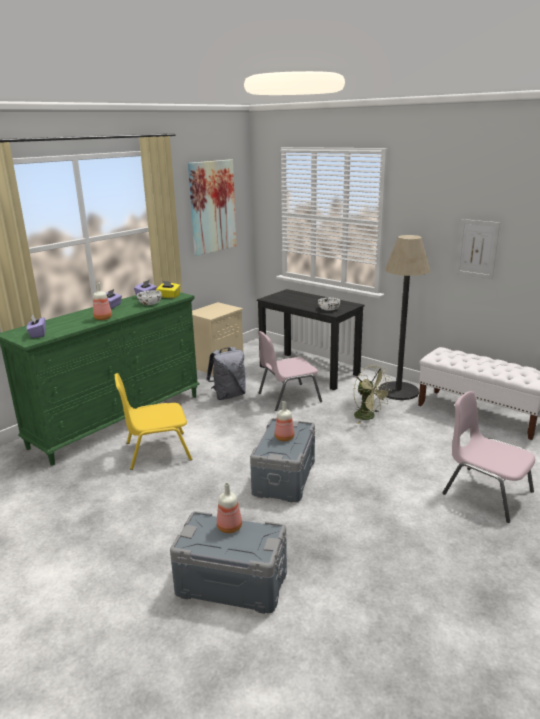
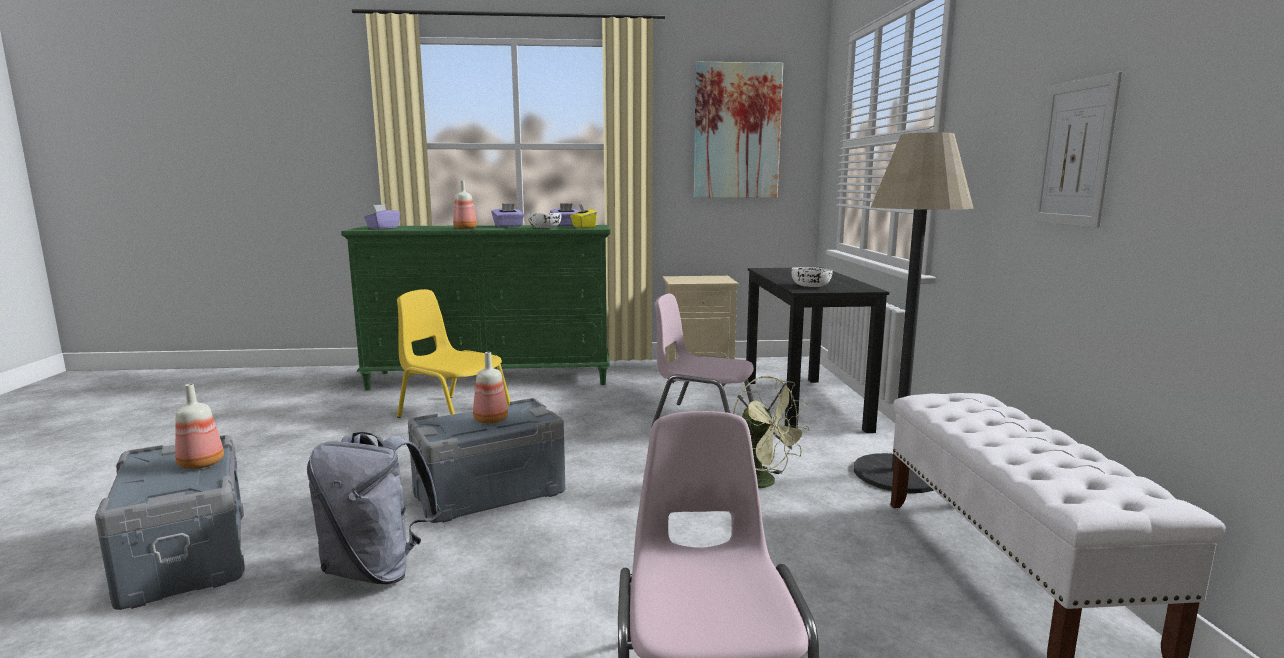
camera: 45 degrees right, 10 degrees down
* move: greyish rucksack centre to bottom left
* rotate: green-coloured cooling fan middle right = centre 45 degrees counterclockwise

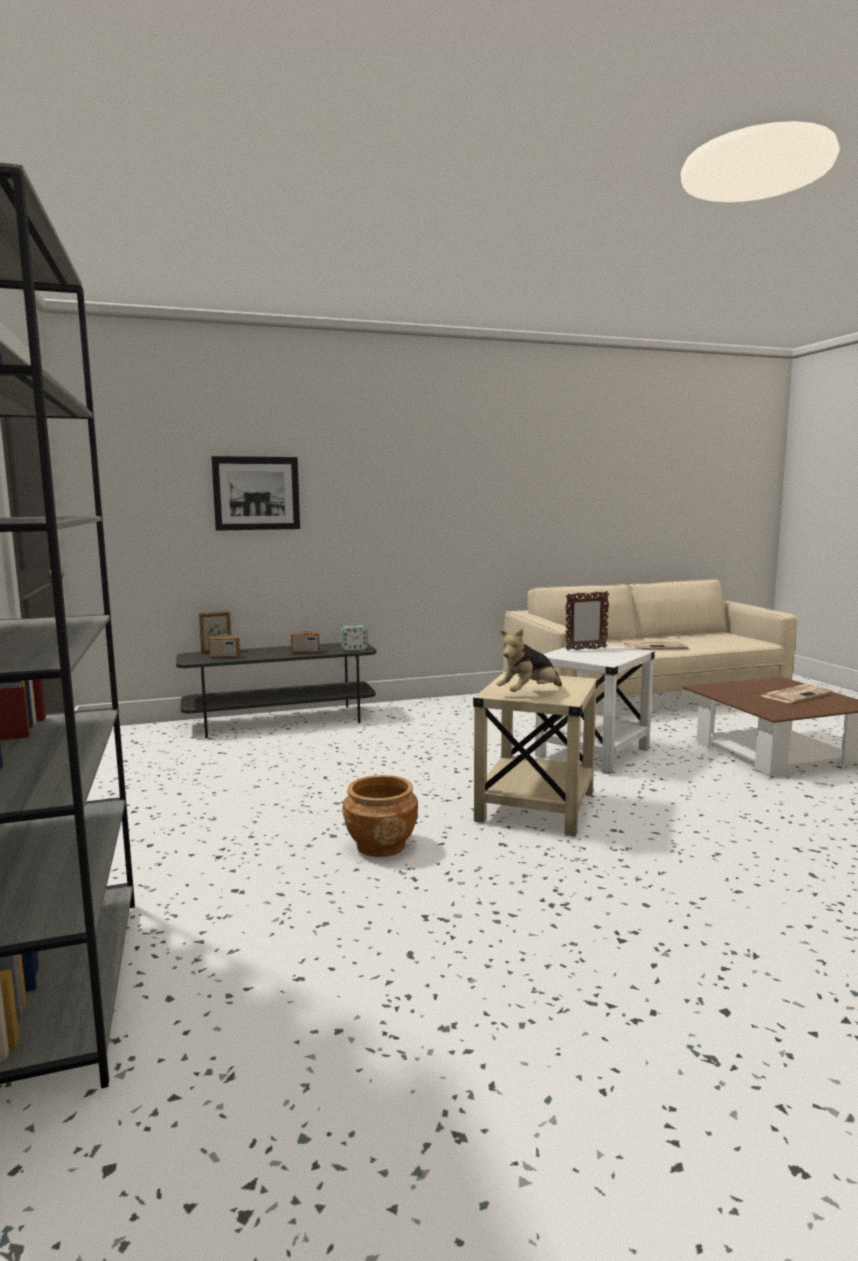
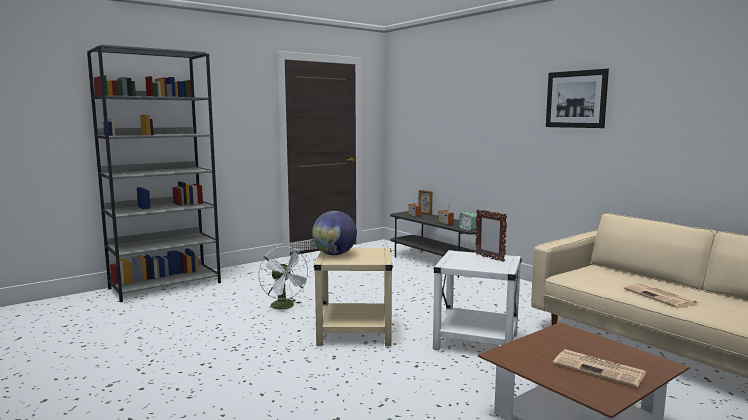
camera: 70 degrees right, 0 degrees up
* move: picture middle left to top right
* replace: cuddly toy centre to world globe centre
* replace: brown-coloured planter centre to white-coloured cooling fan centre

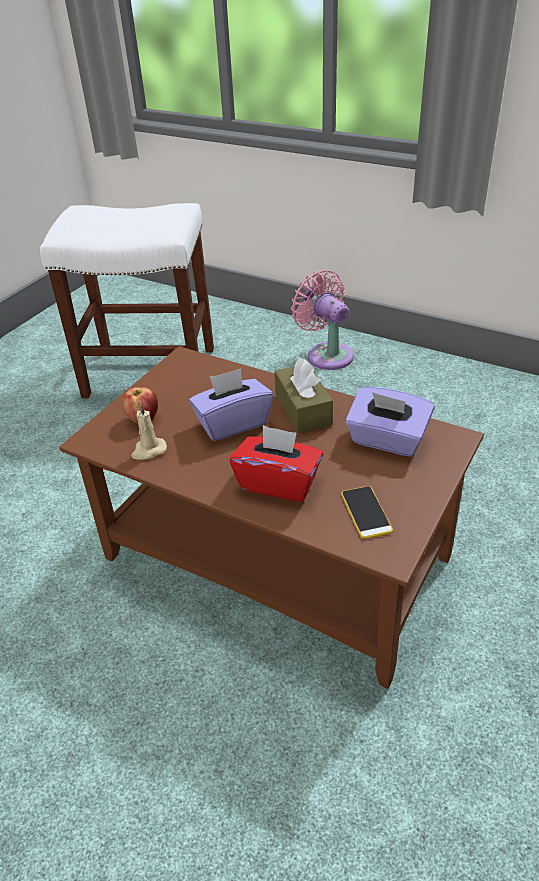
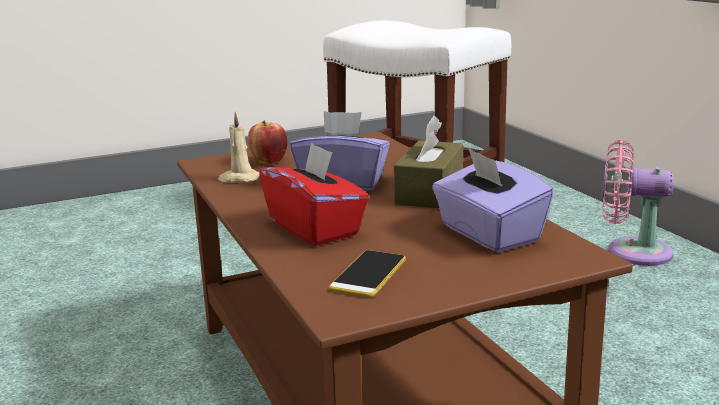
camera: 35 degrees right, 20 degrees down
* rotate: pink-coloured cooling fan centre = middle right 75 degrees counterclockwise

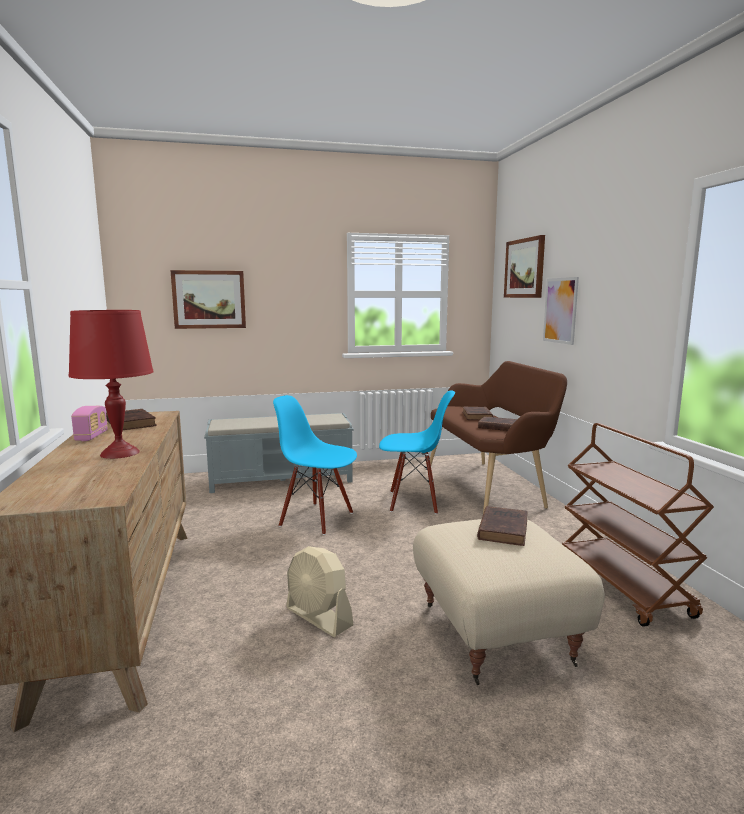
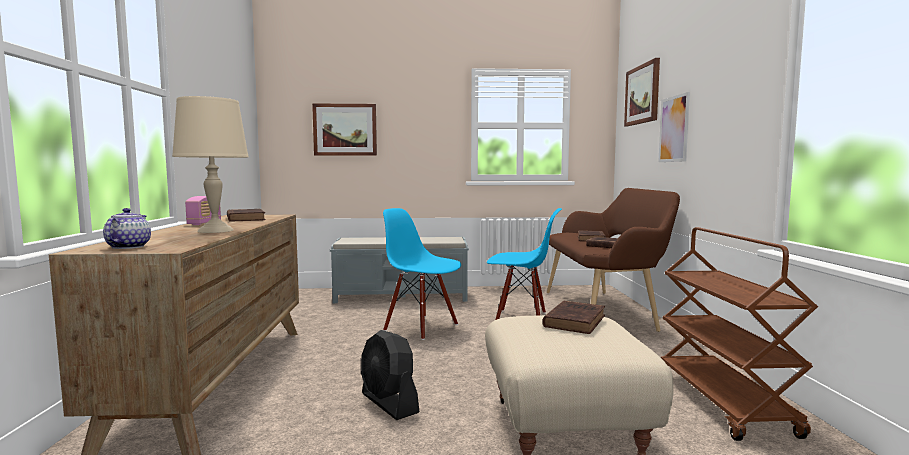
camera: 10 degrees right, 5 degrees down
* recolor: reddish table lamp middle left to beige-coloured table lamp middle left
* recolor: beige-coloured cooling fan bottom centre to black-coloured cooling fan bottom centre
* insert: teapot middle left

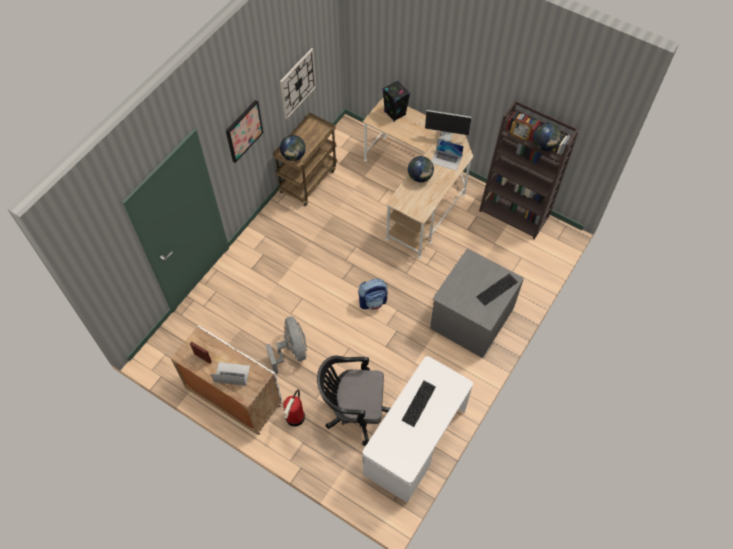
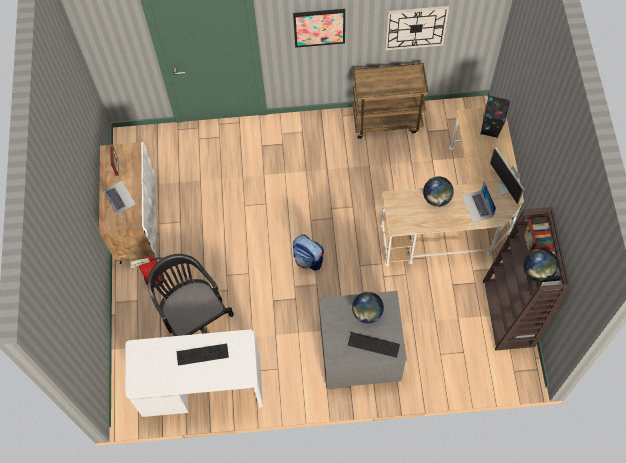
camera: 55 degrees right, 5 degrees up
* move: world globe (1st from left) top centre to centre
* delete: greyish cooling fan centre

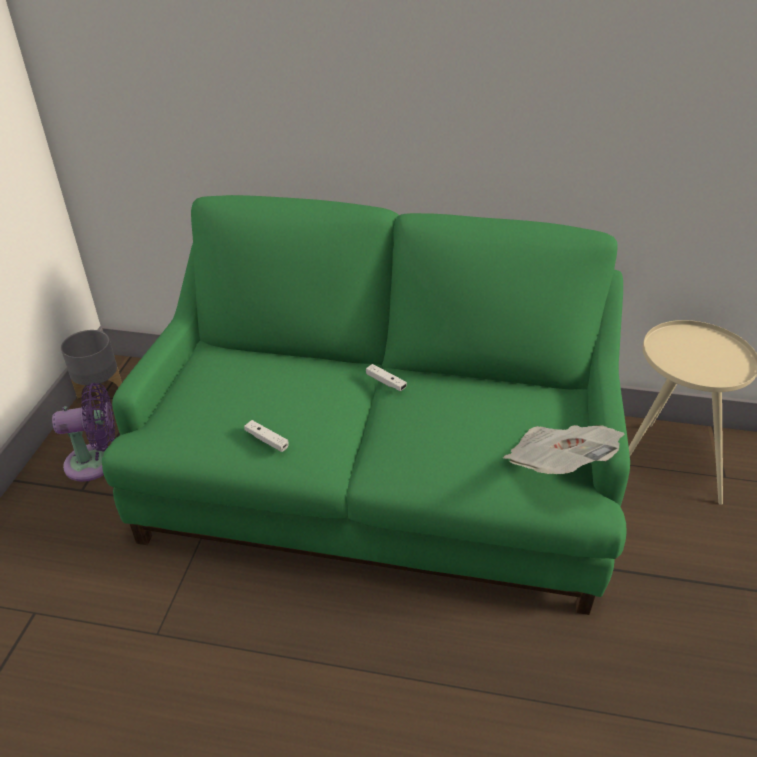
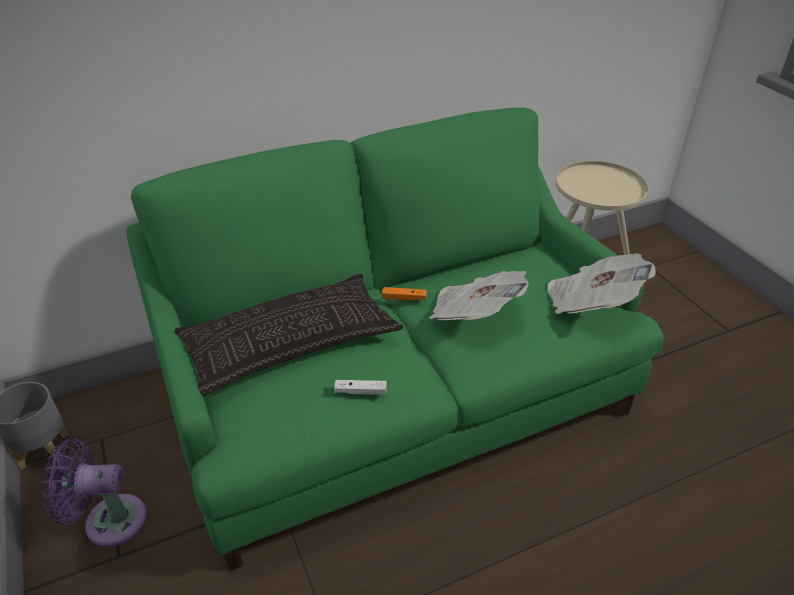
camera: 35 degrees left, 0 degrees up
* recolor: white-coloured game controller (2nd from left) centre to orange-coloured game controller centre
* rotate: purple cooling fan middle left = bottom left 135 degrees counterclockwise
* insert: printed paper (1st from left) centre
* insert: throw pillow centre

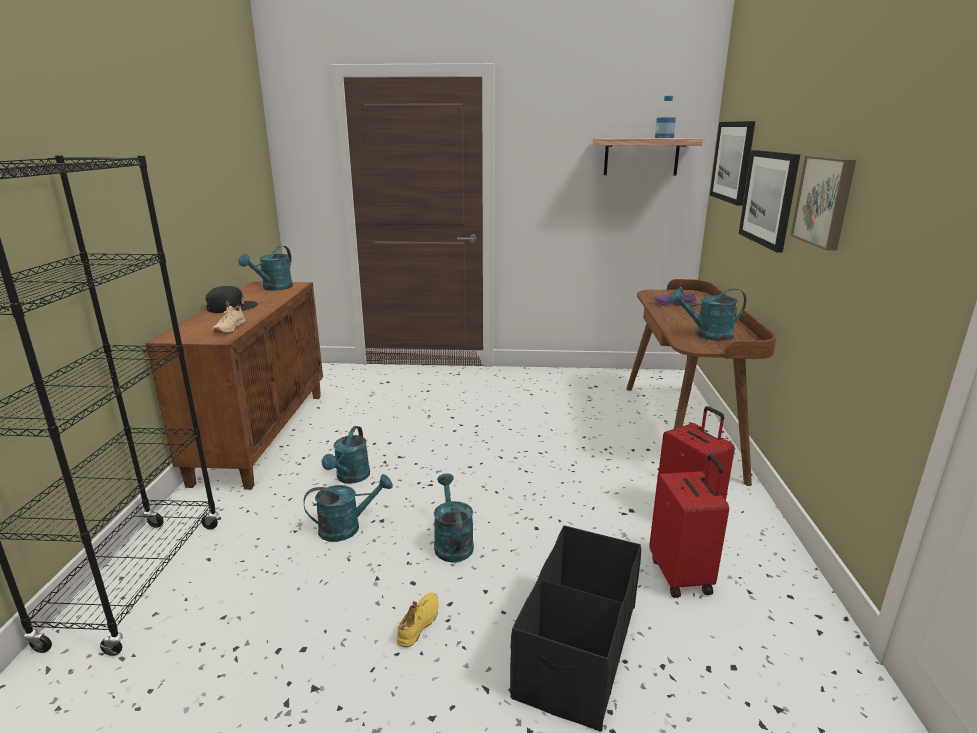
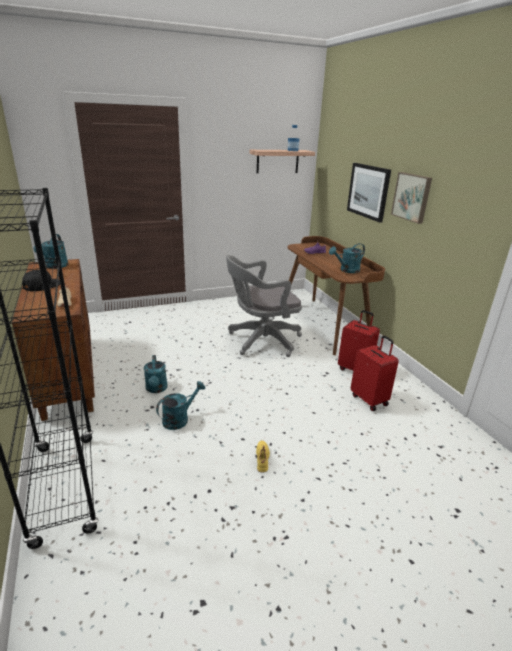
camera: 25 degrees left, 5 degrees up
* delete: picture (1st from left) top right
* delete: blue-green watering pot (4th from left) bottom centre
* delete: black-coloured storage box bottom centre
* insert: greyish computer chair centre

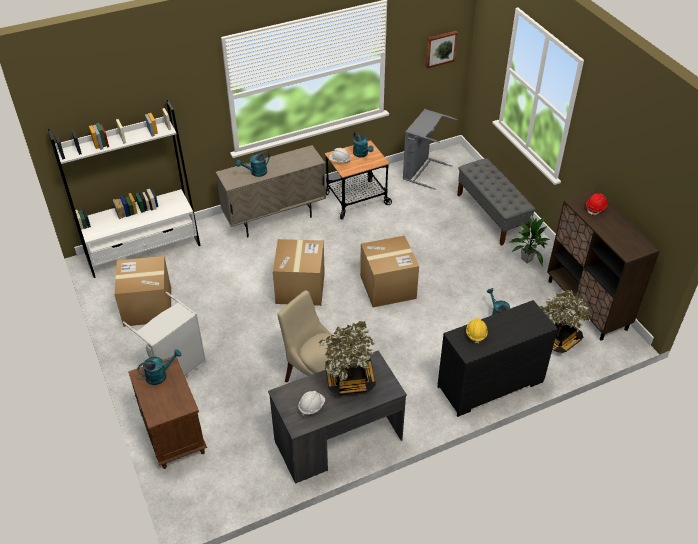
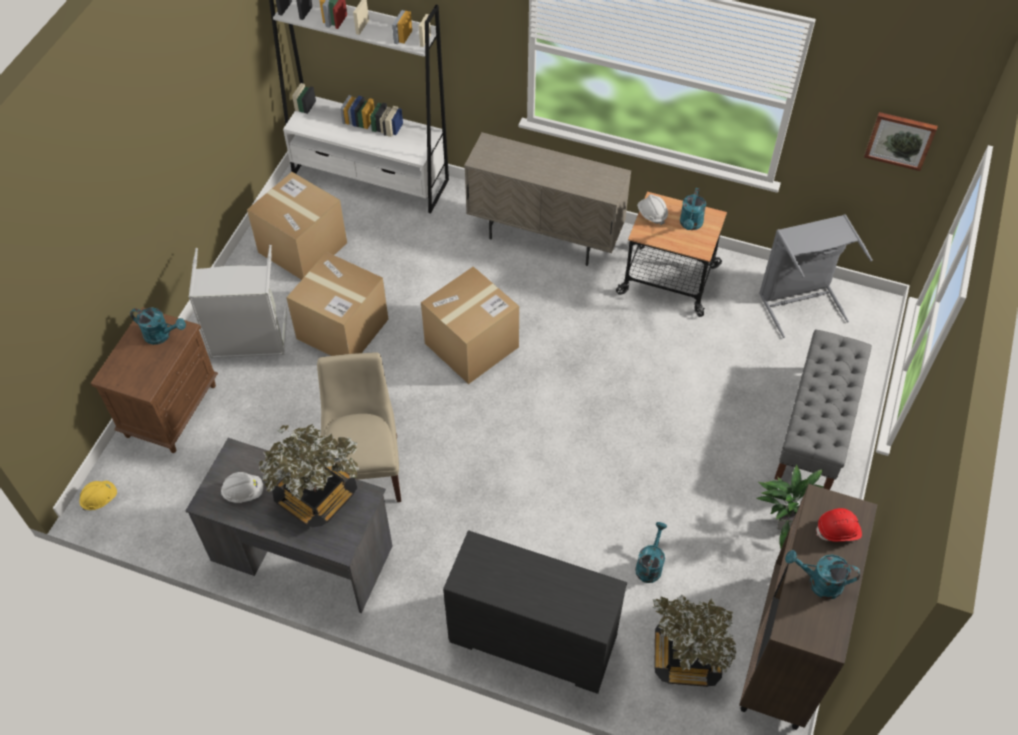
camera: 45 degrees right, 10 degrees up
* move: blue-green watering pot (2nd from left in the first image) top centre to blue-green watering pot (4th from left) bottom right
* move: packing box (3rd from left in the first image) centre to packing box (2nd from left) middle left
* move: yellowish hard hat middle right to bottom left

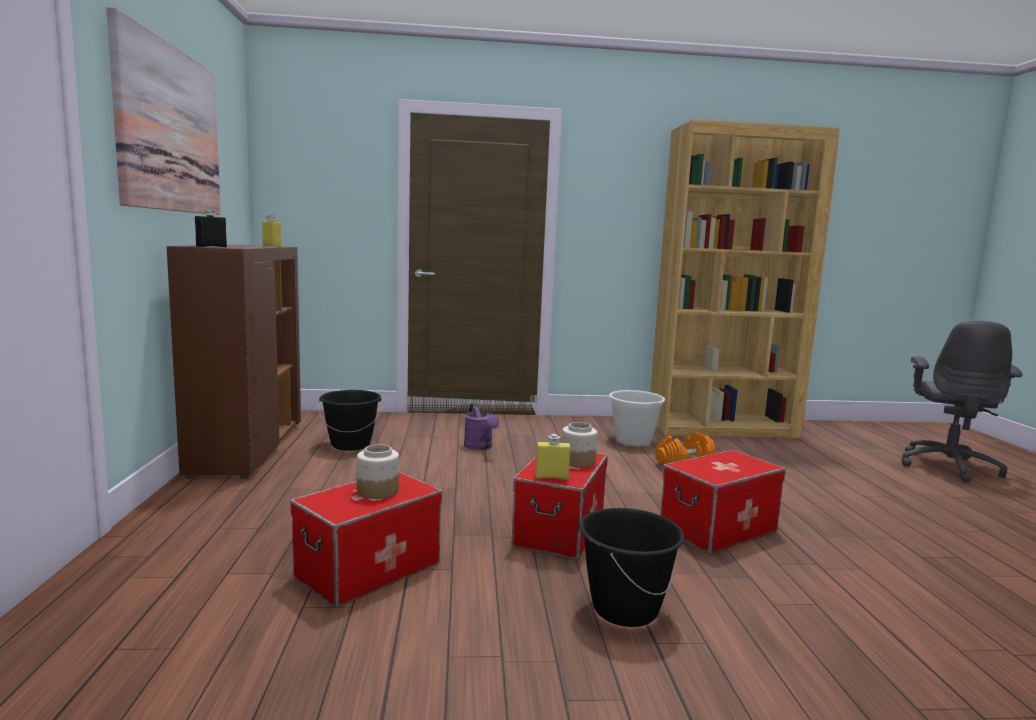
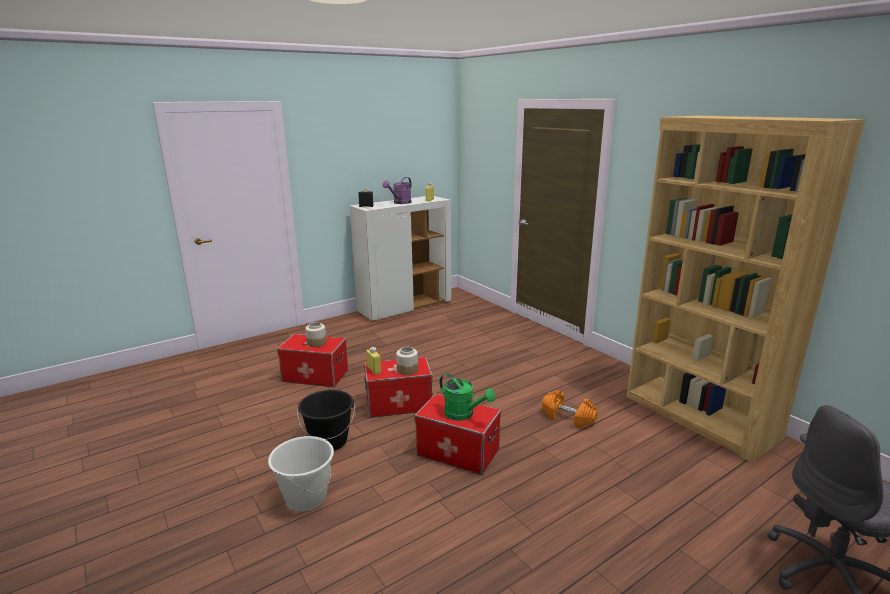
camera: 60 degrees right, 10 degrees up
* delete: picture top left
* recolor: brown-coloured storage cabinet middle left to white-coloured storage cabinet centre
* delete: black-coloured bucket (1st from left) centre
* move: white-coloured bucket centre to bottom centre
* move: purple watering pot centre to top centre
* insert: green-coloured watering pot bottom centre

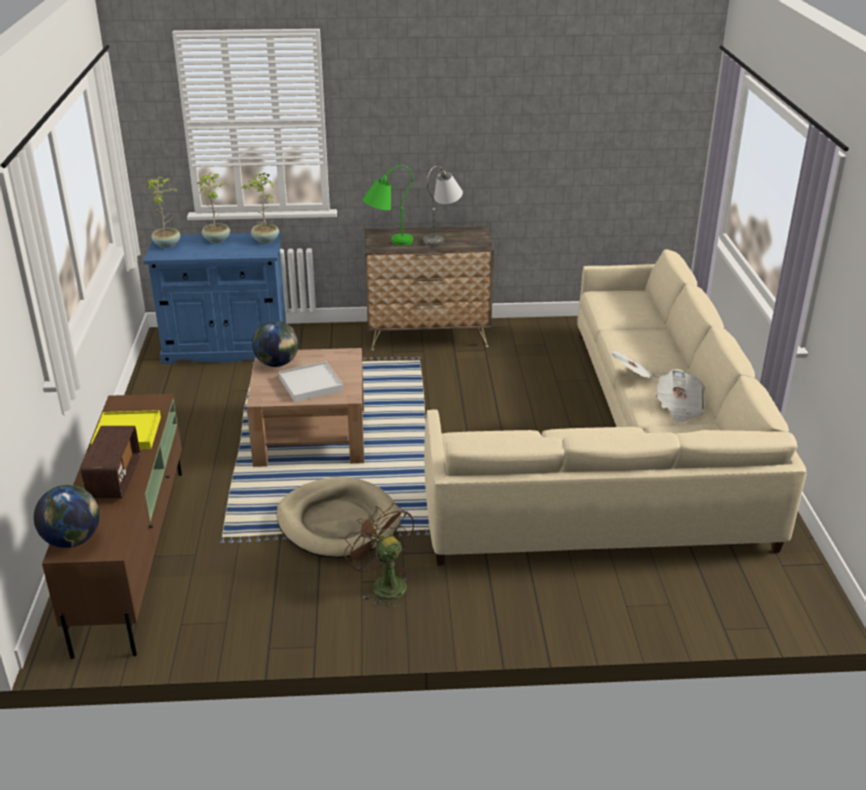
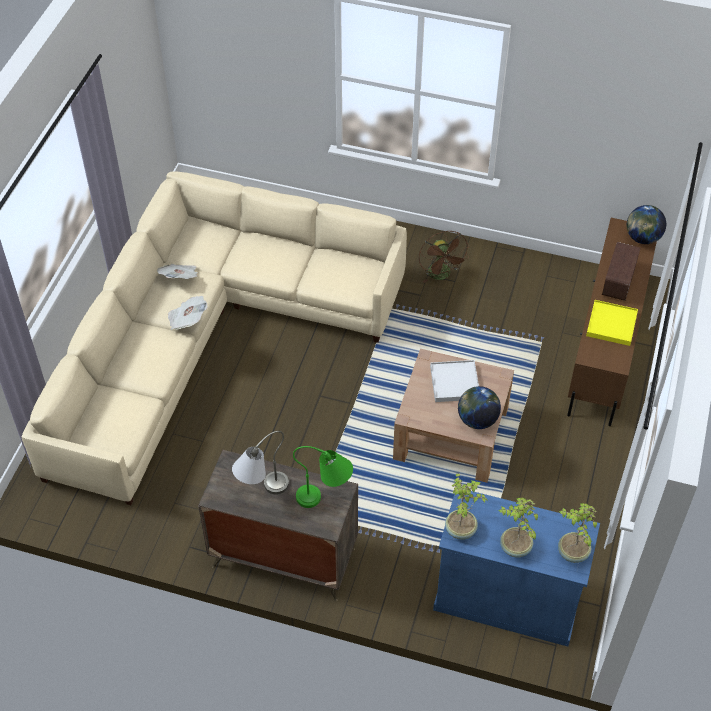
camera: 160 degrees left, 20 degrees up
* delete: beige-coloured dog bed centre

